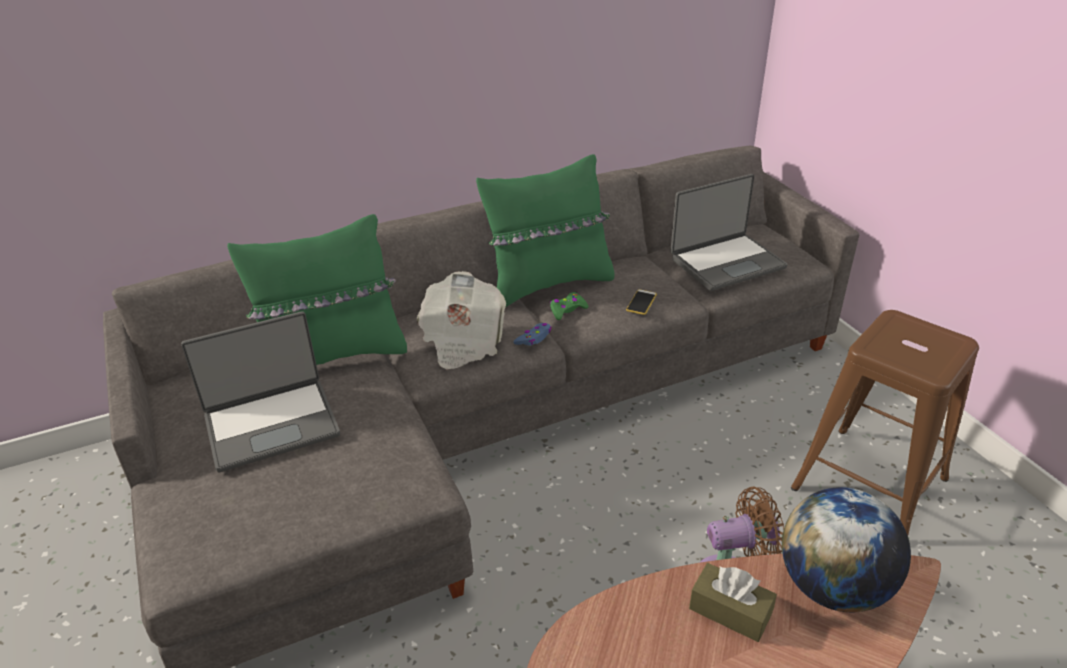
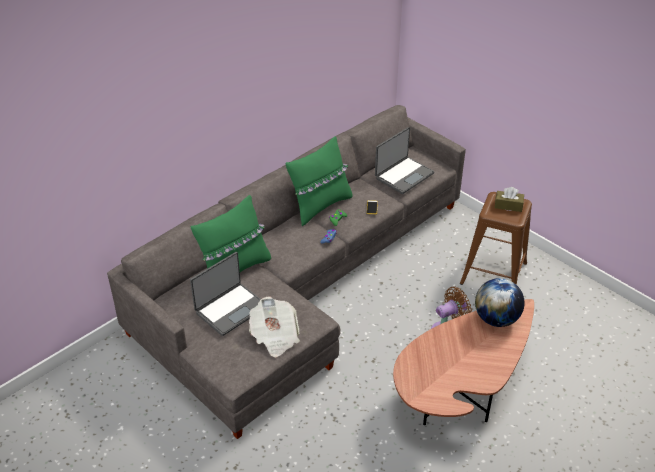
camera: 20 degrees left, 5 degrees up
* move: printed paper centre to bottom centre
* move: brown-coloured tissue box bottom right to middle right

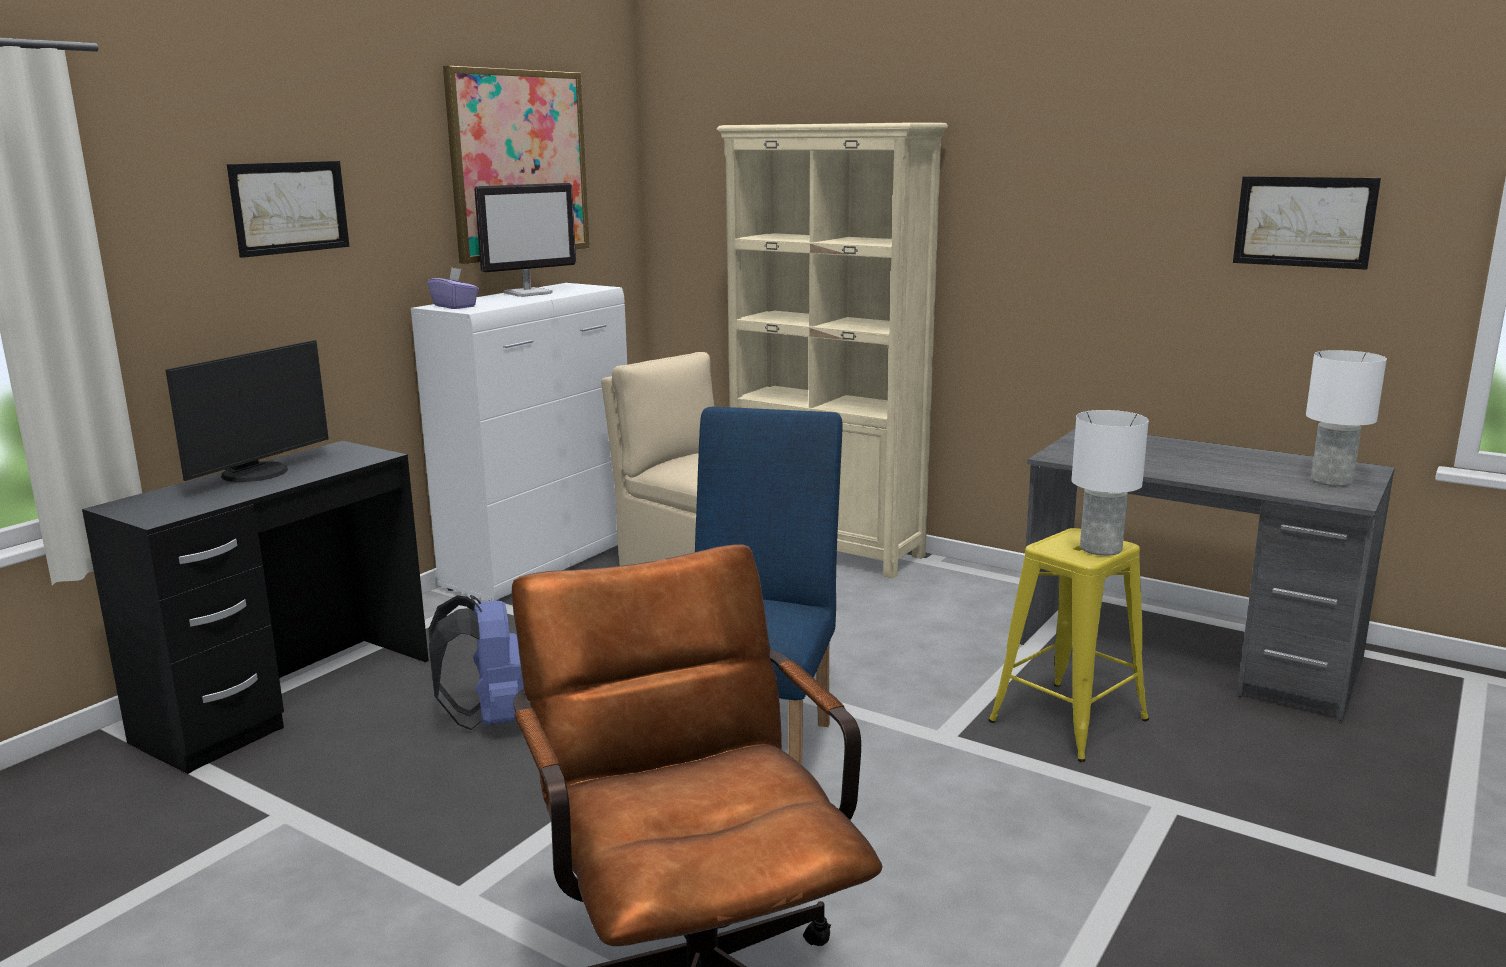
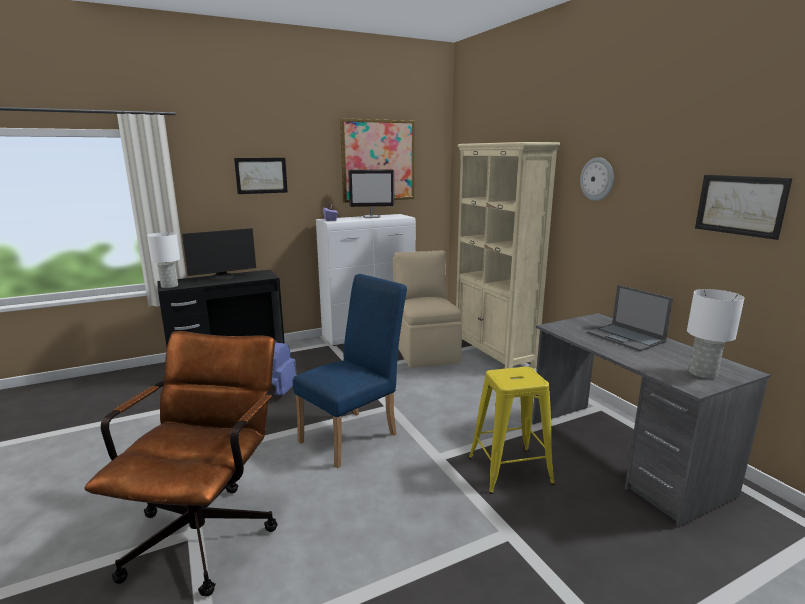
camera: 30 degrees right, 0 degrees up
* move: white-coloured table lamp (1st from left) middle right to middle left
* insert: hanging clock top right
* insert: laptop middle right

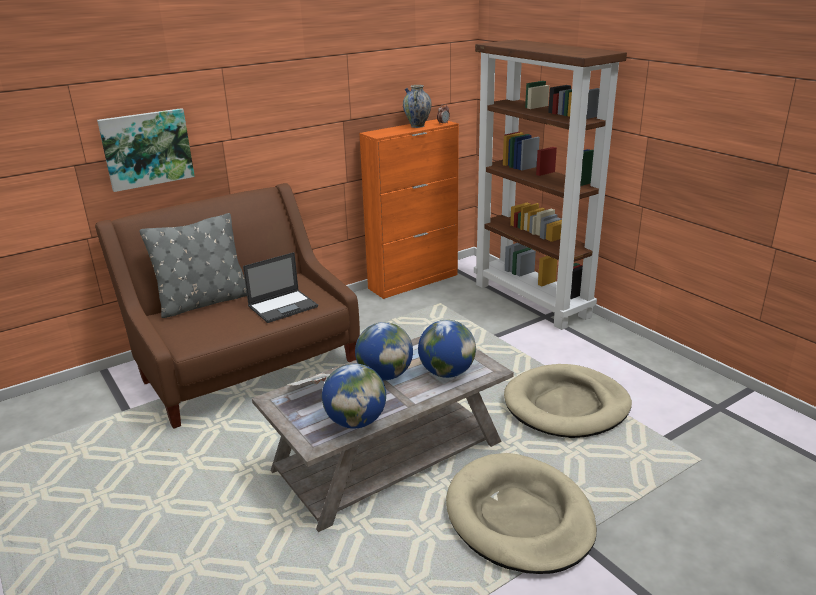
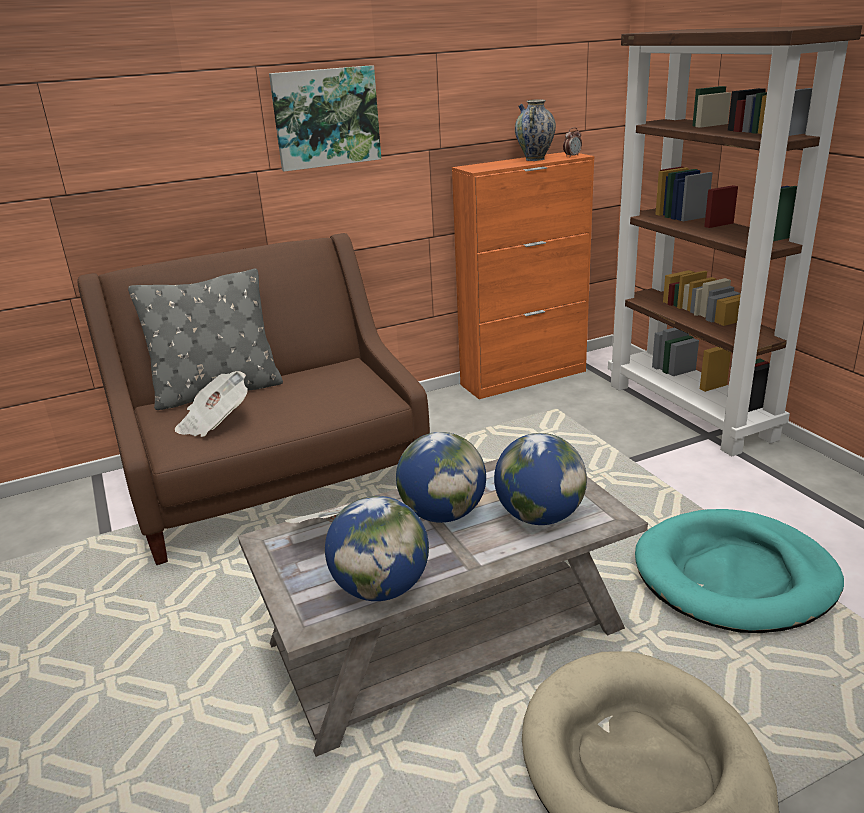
camera: 10 degrees right, 0 degrees up
* move: picture top left to top centre
* delete: laptop centre
* recolor: beige-coloured dog bed (2nd from left) bottom right to blue-green dog bed bottom right
* insert: printed paper (1st from left) middle left

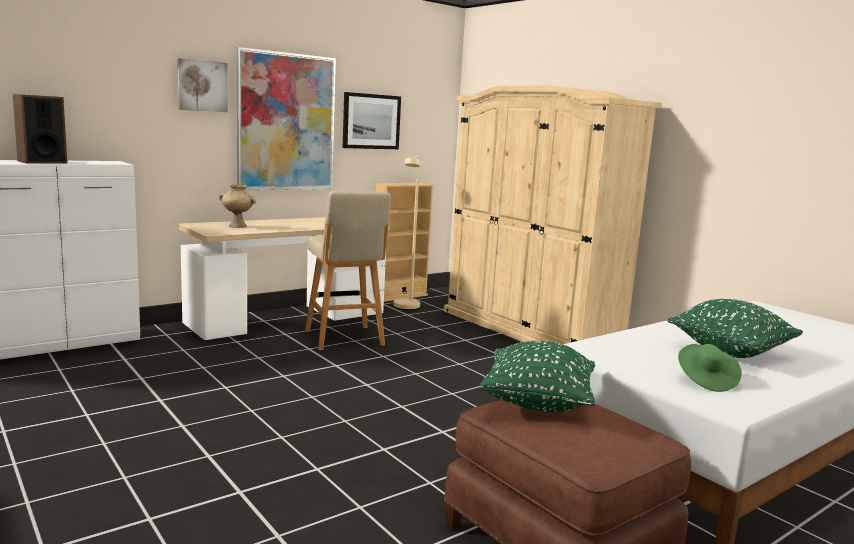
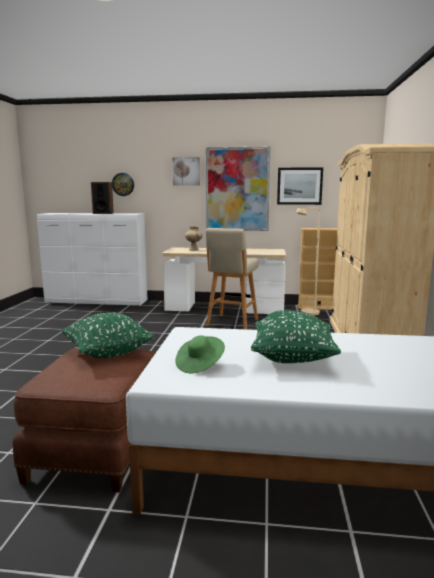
camera: 45 degrees right, 0 degrees up
* insert: hanging clock top left

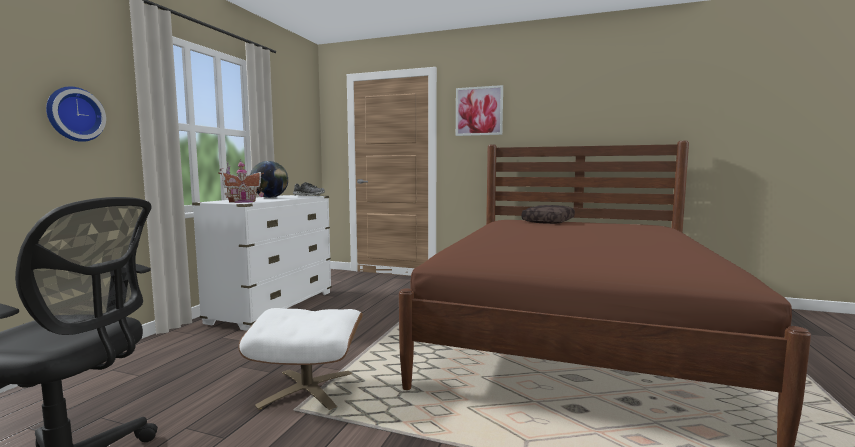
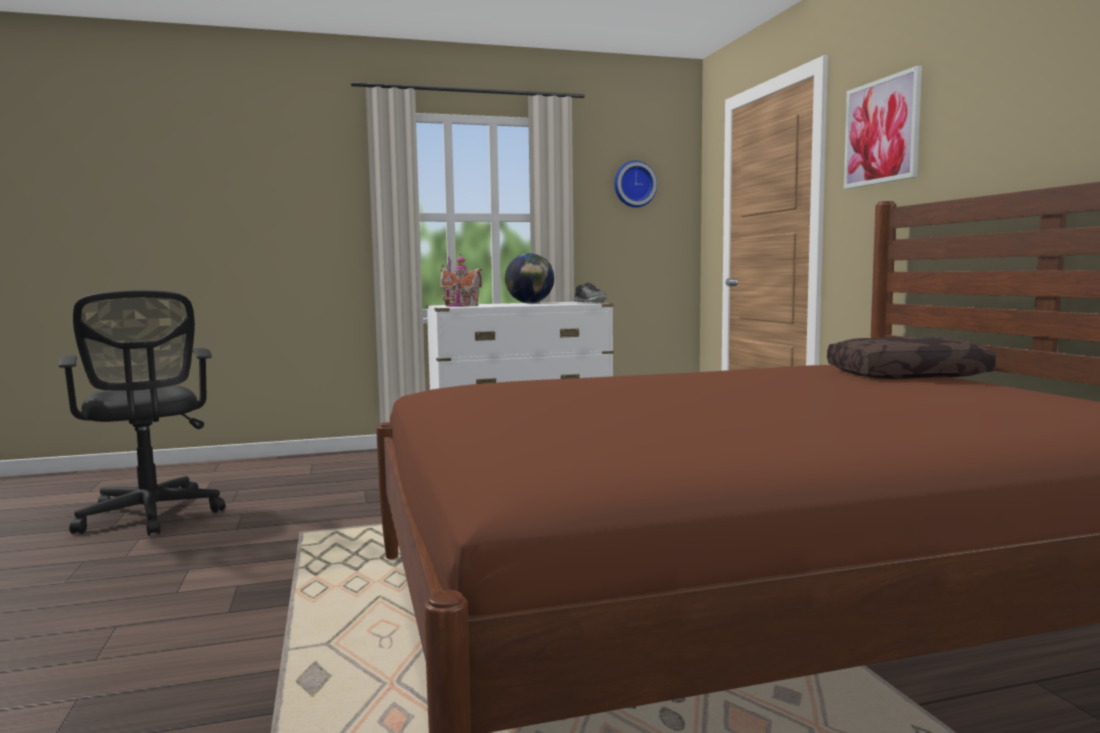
camera: 55 degrees right, 0 degrees up
* move: hanging clock top left to top centre
* delete: white-coloured pouffe bottom centre

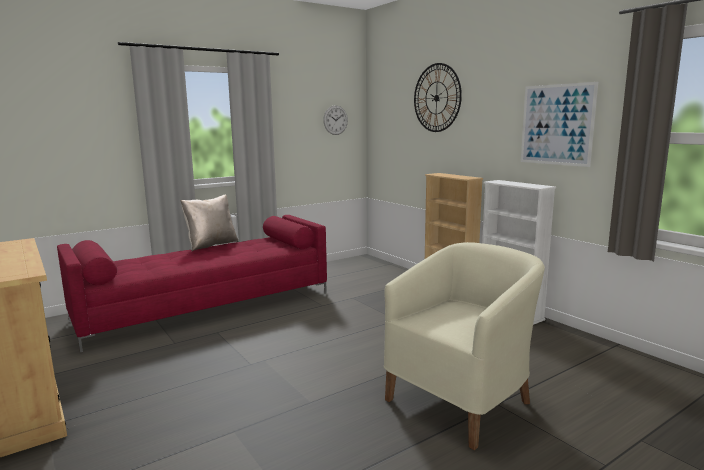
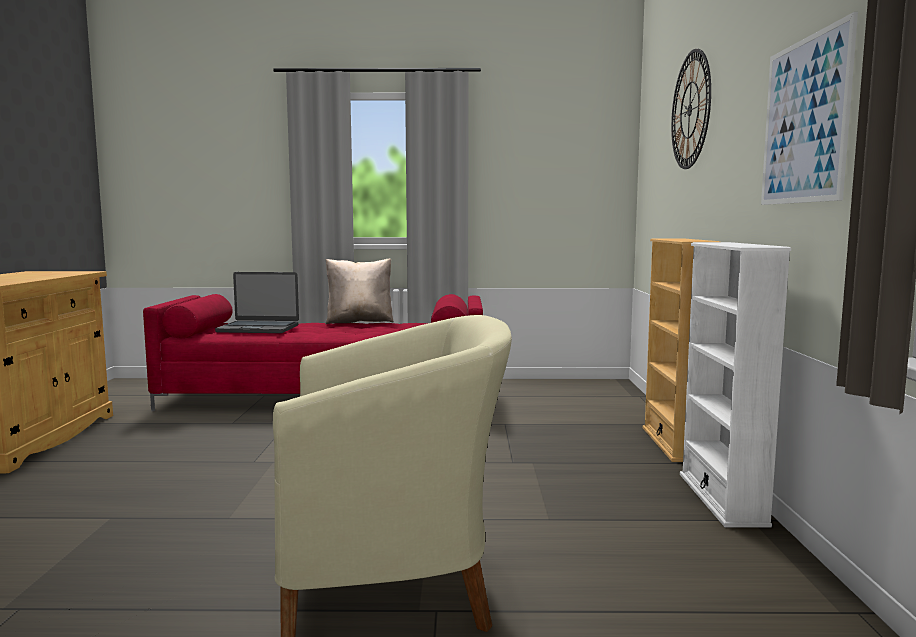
camera: 35 degrees right, 5 degrees down
* delete: hanging clock (1st from left) top centre
* insert: laptop middle left

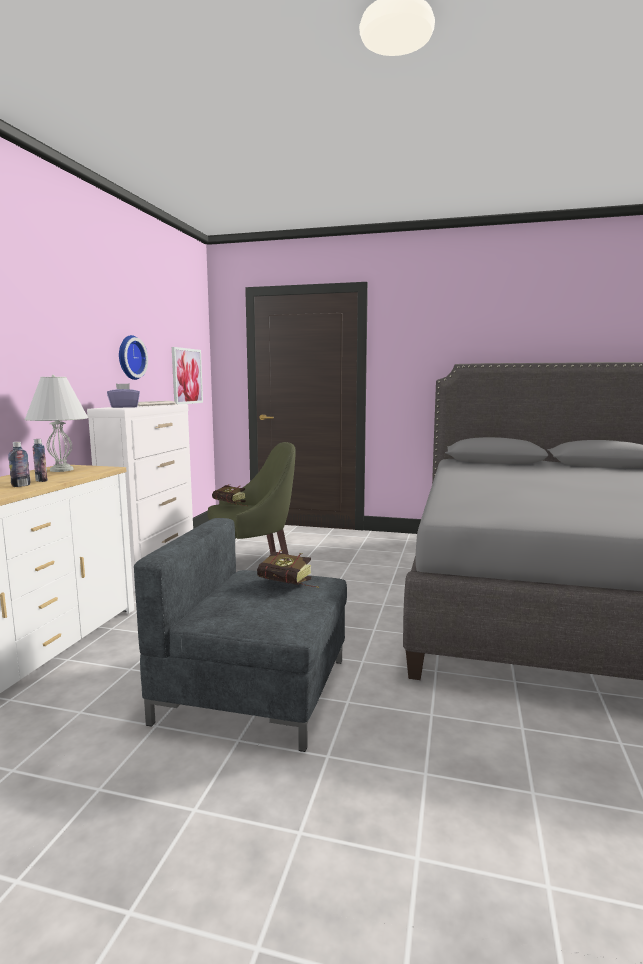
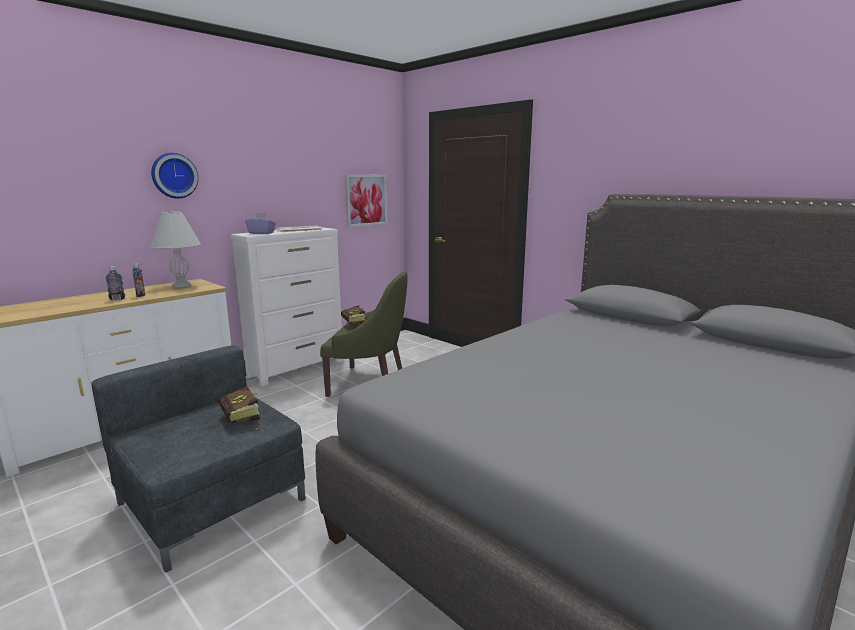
camera: 30 degrees right, 5 degrees up
* move: hanging clock middle left to top left

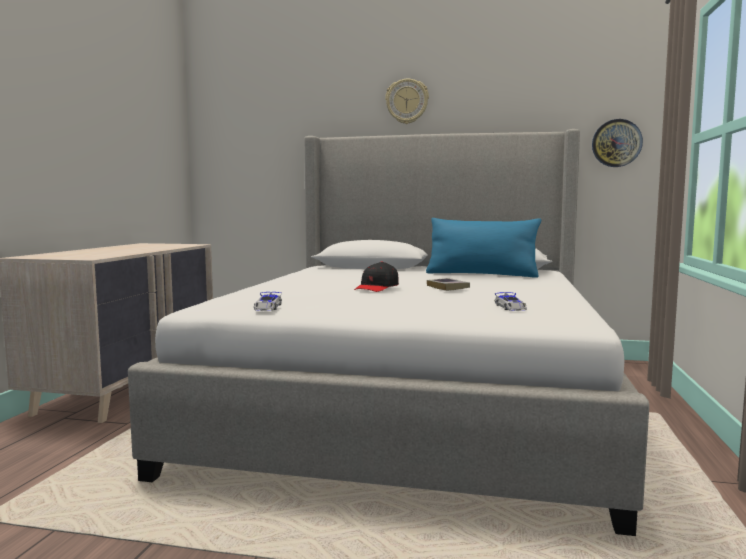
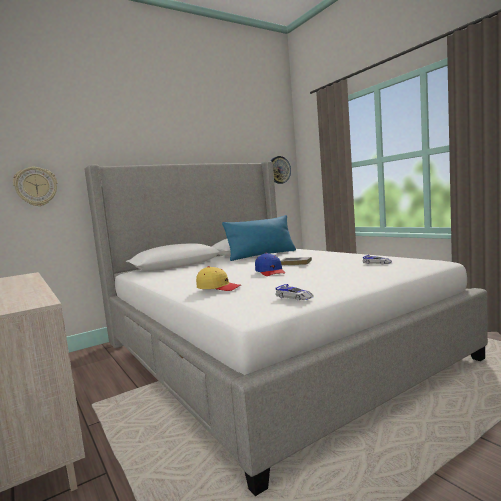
camera: 45 degrees left, 0 degrees up
* move: hanging clock (1st from left) top centre to middle left
* recolor: black-coloured peaked cap centre to blue-coloured peaked cap centre
* insert: yellowish peaked cap centre

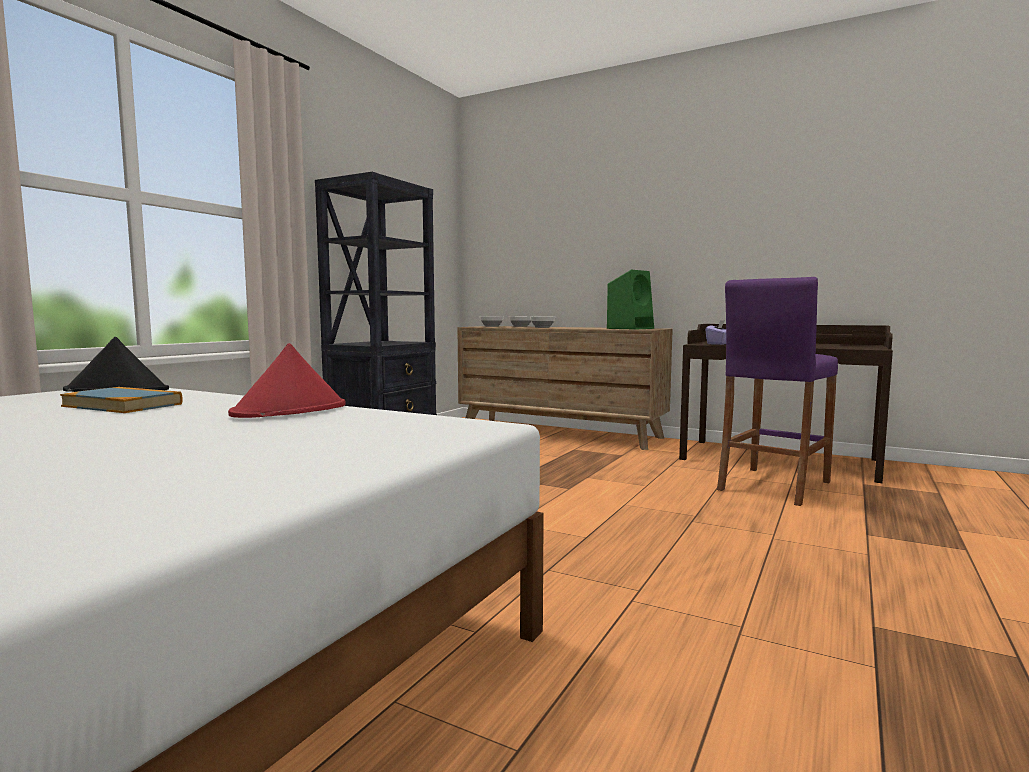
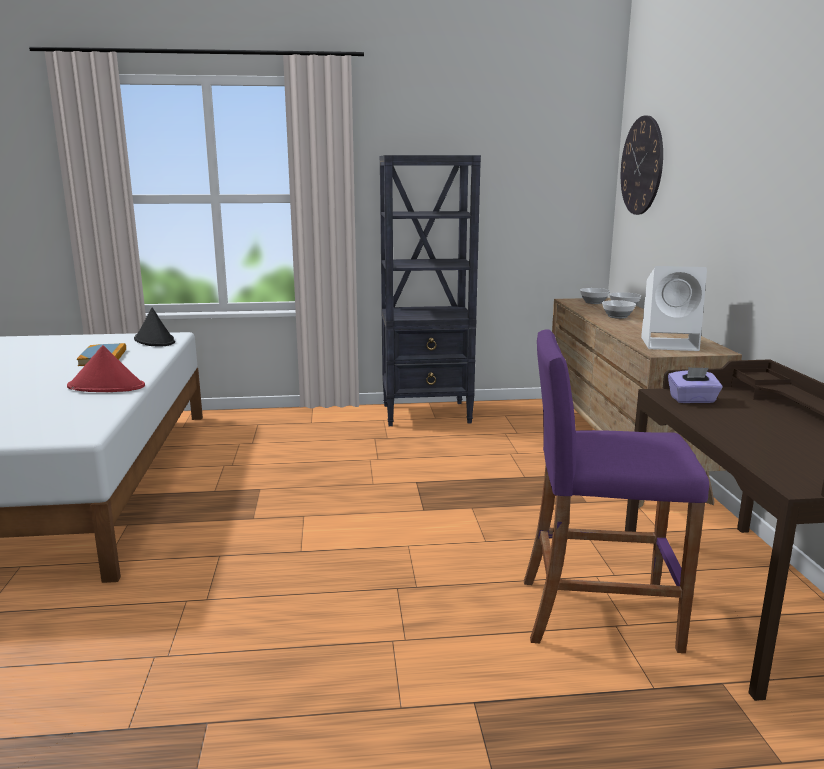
camera: 55 degrees right, 10 degrees up
* recolor: green-coloured loudspeaker centre to white-coloured loudspeaker middle right
* insert: hanging clock top right

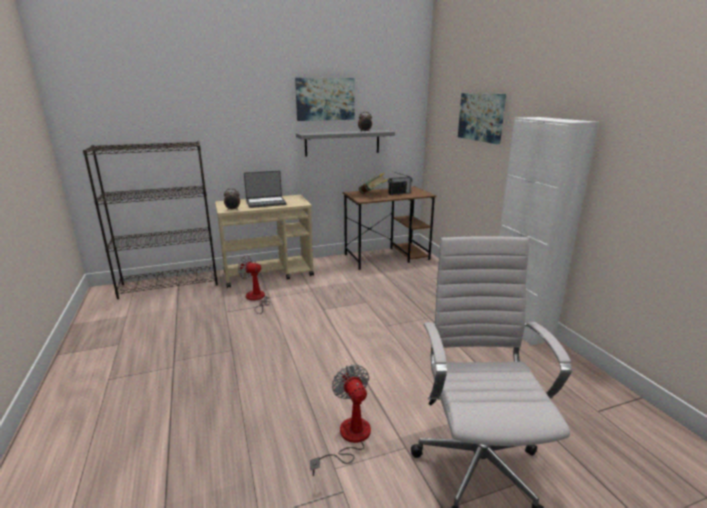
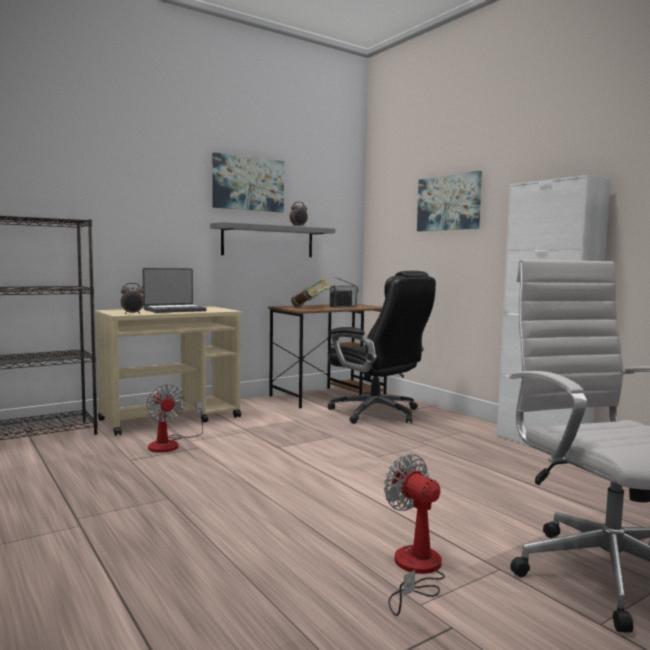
camera: 15 degrees left, 15 degrees down
* rotate: cooling fan (1st from left) centre = middle left 120 degrees counterclockwise
* insert: black-coloured computer chair centre

